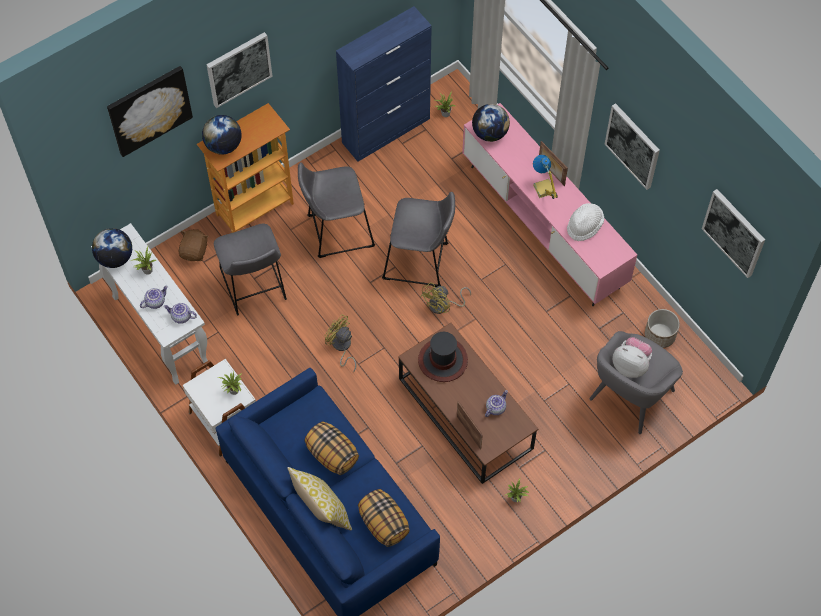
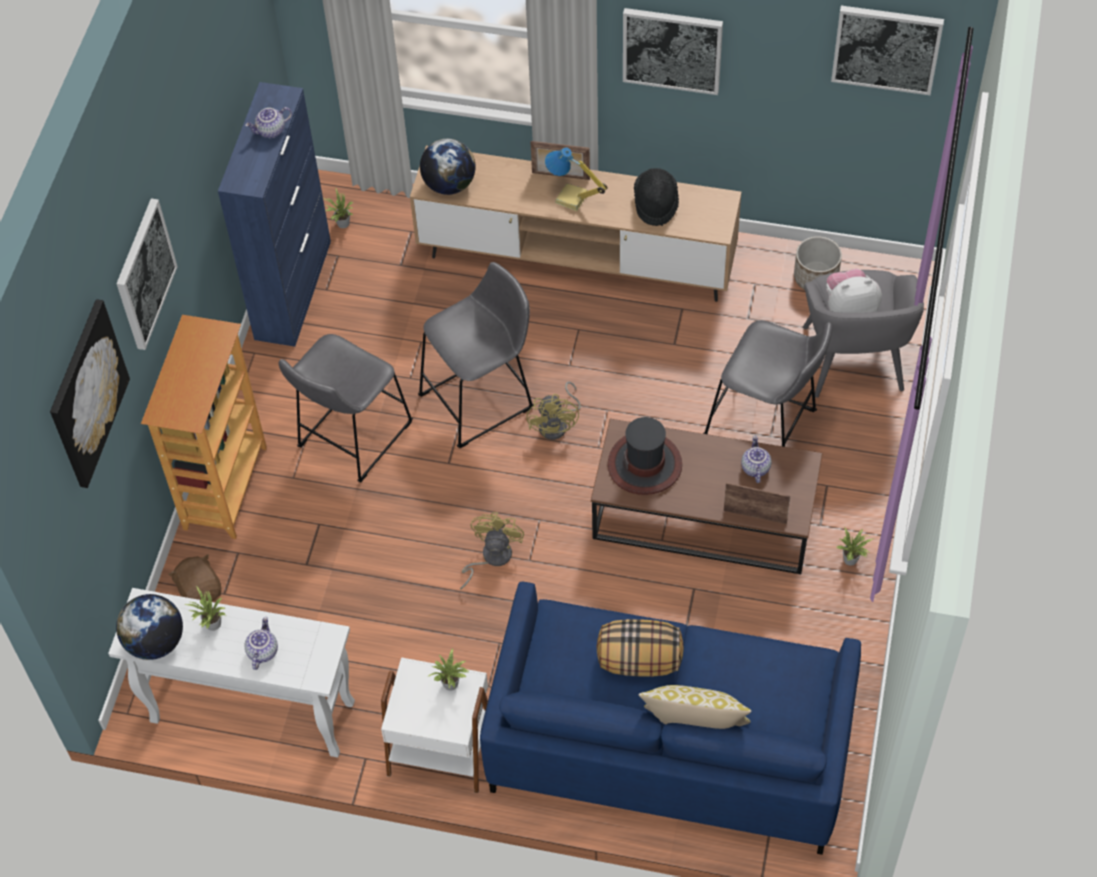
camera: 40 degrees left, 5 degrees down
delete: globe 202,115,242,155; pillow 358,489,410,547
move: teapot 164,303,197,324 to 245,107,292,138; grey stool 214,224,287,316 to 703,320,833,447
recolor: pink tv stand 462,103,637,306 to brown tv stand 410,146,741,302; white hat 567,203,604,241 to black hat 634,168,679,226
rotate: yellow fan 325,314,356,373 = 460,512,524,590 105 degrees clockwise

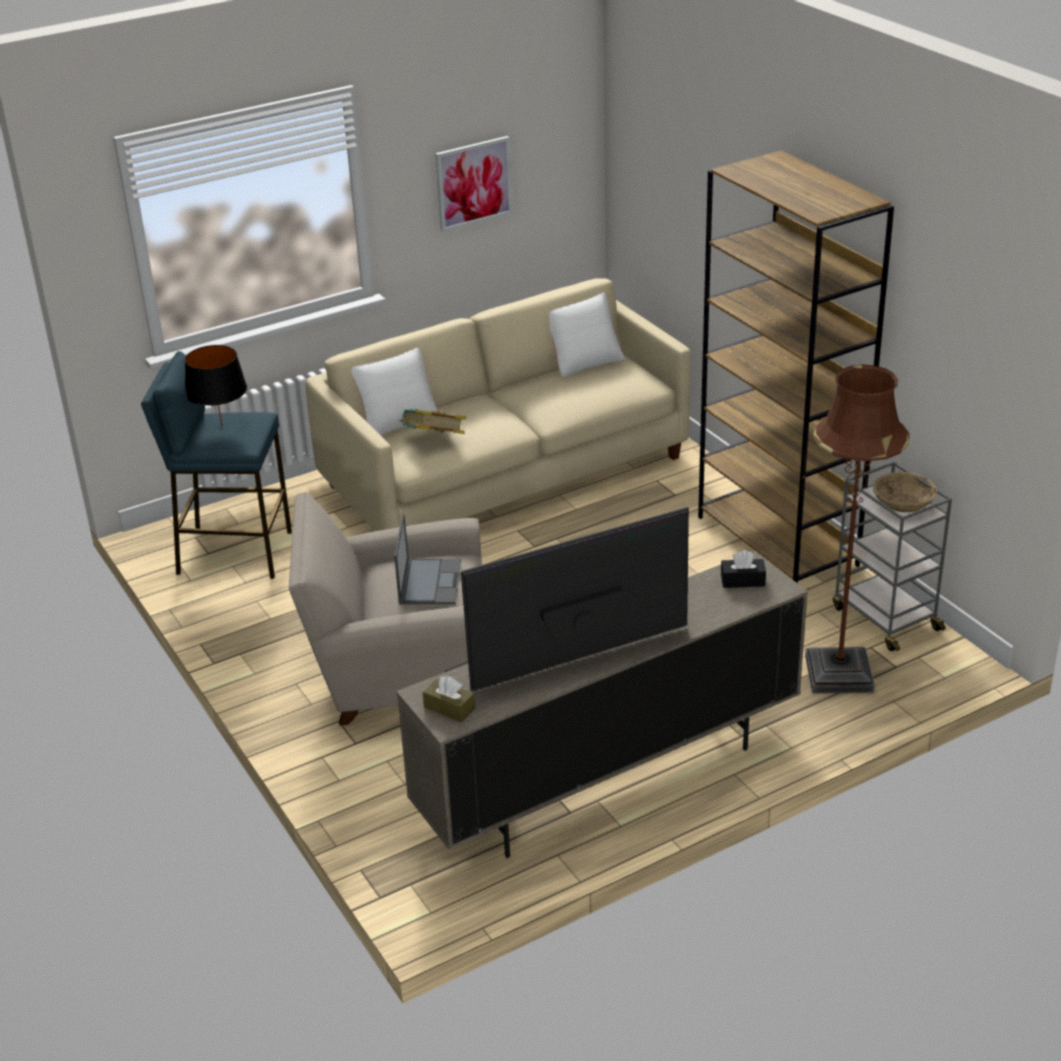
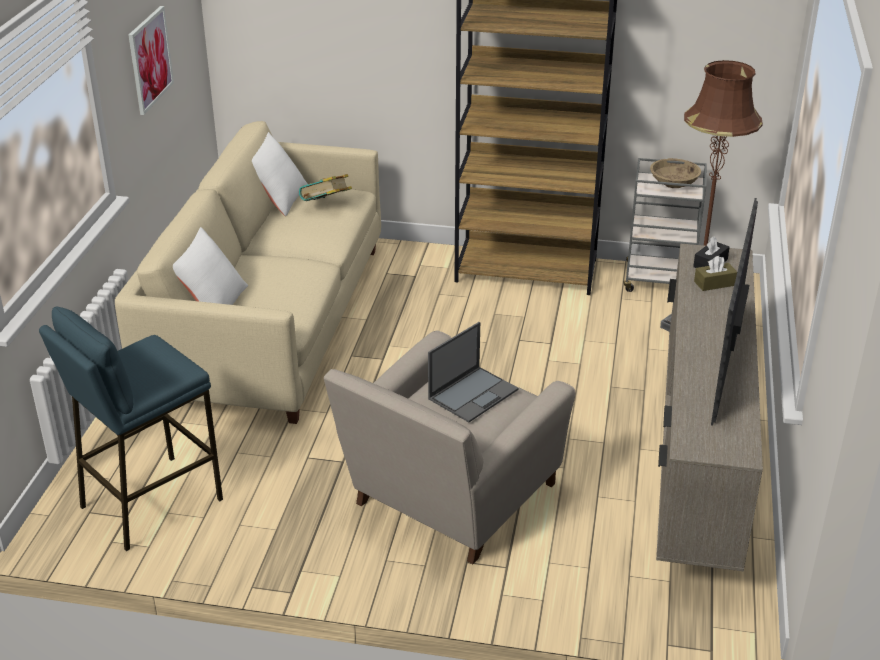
camera: 50 degrees left, 0 degrees up
delete: black table lamp 185,345,247,426
move: book 400,409,466,434 to 299,174,352,201; brown tissue box 423,676,475,722 to 694,256,737,291
rotate: laptop 394,513,461,604 = 428,322,519,422 90 degrees clockwise

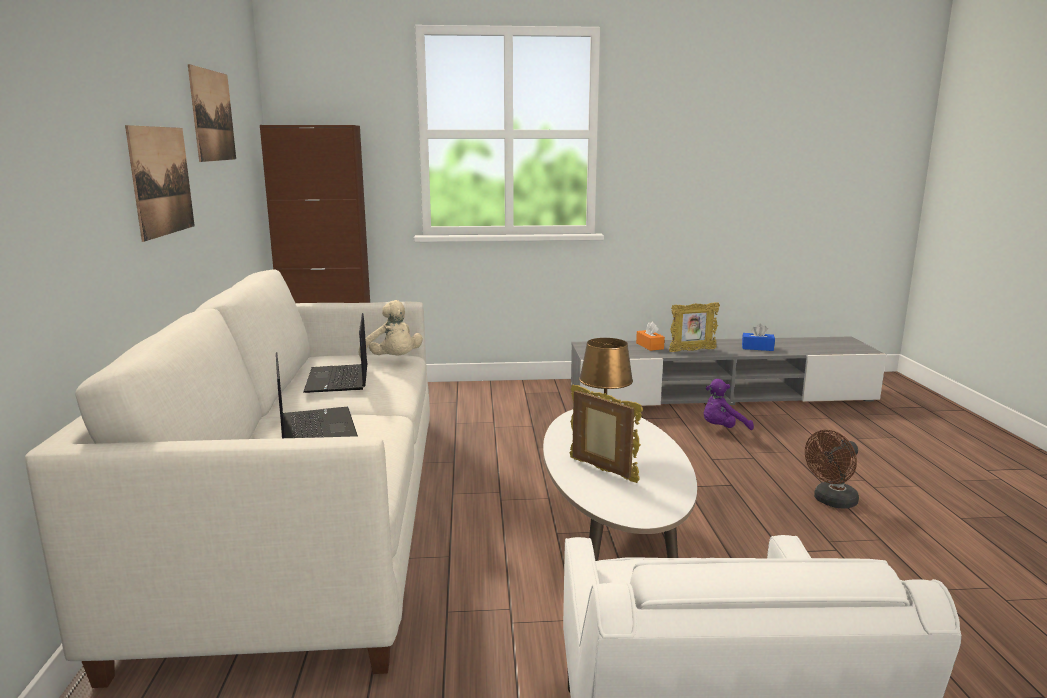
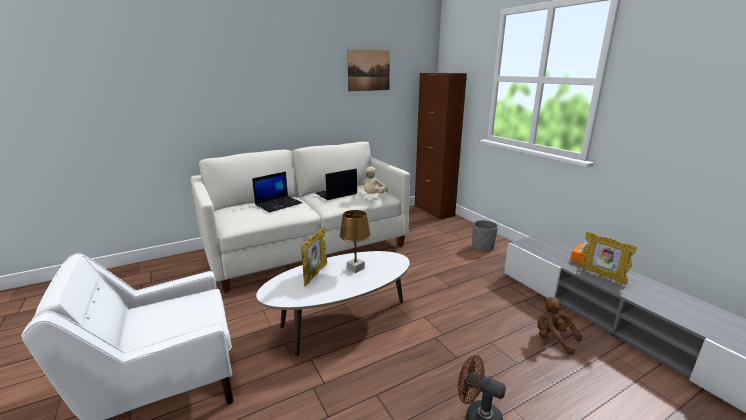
camera: 65 degrees right, 5 degrees up
delete: picture 125,125,195,242; blue tissue box 742,324,775,351
insert: grey planter 472,220,498,252
recolor: purple plush toy 704,379,754,430 to brown plush toy 537,297,582,355

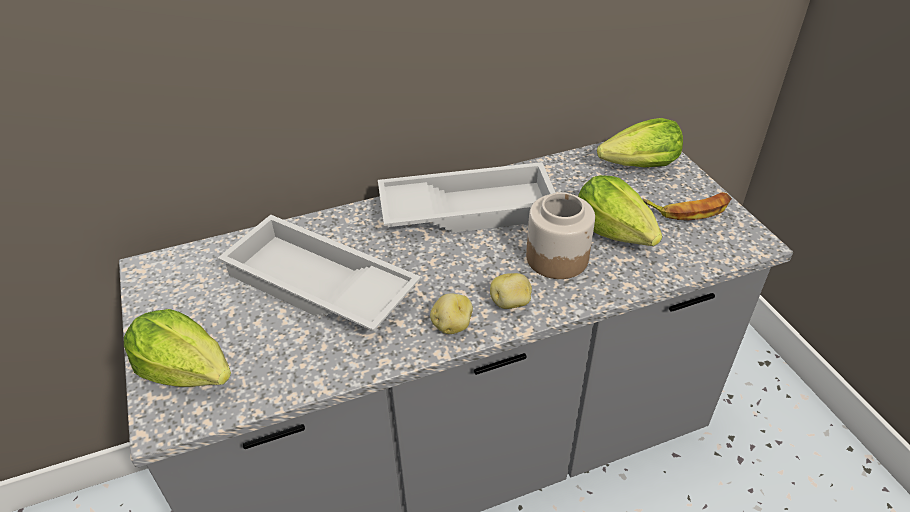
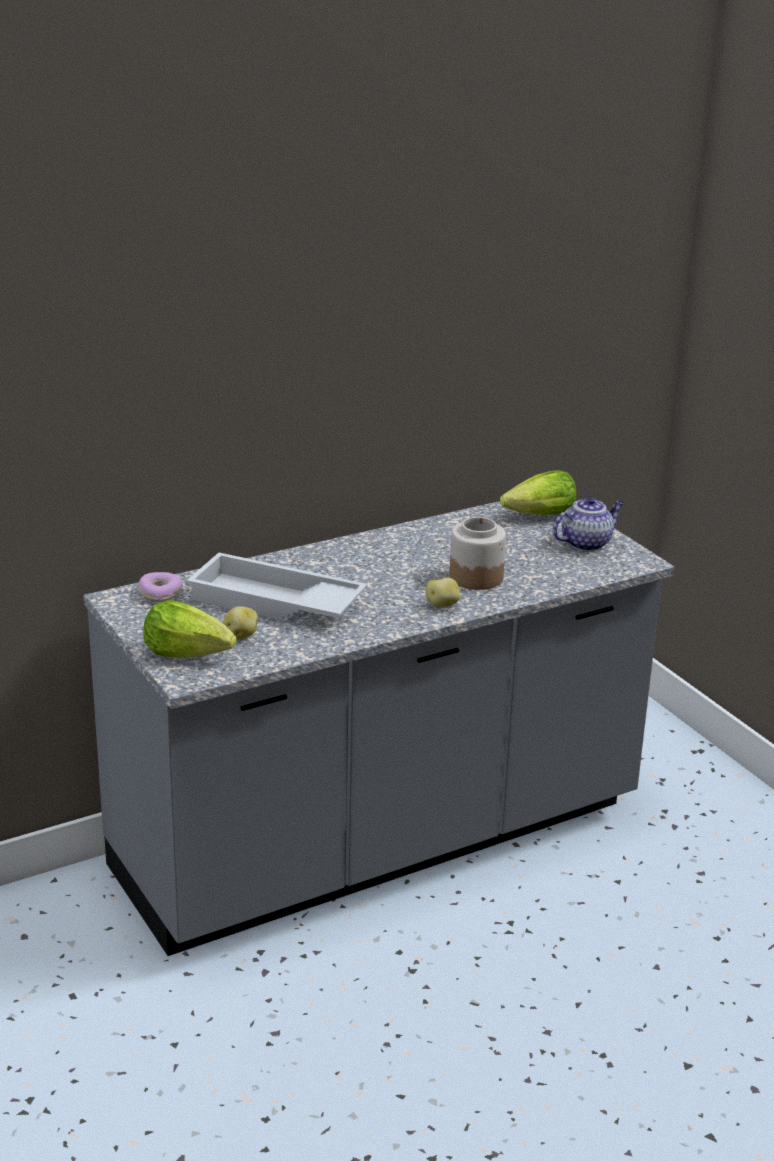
camera: 10 degrees left, 15 degrees down
delete: white tray 378,162,556,233; lettuce 578,175,662,246
insert: donut 138,572,183,602
move: potato 430,294,473,334 to 222,606,258,640
replace: banana 643,192,732,221 to teapot 552,497,624,551

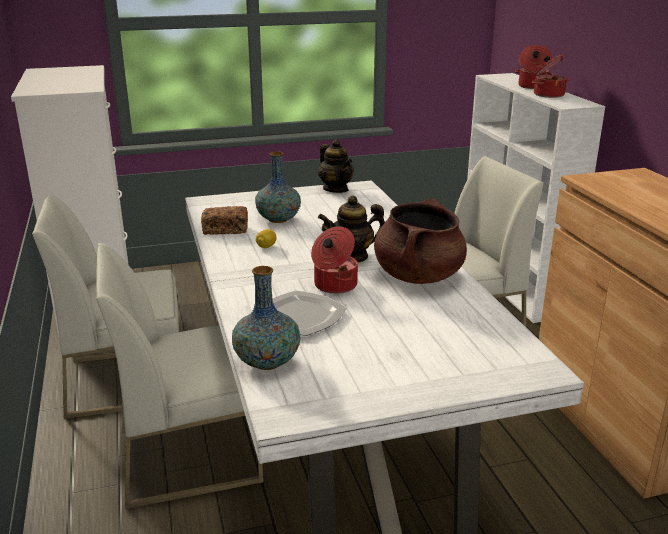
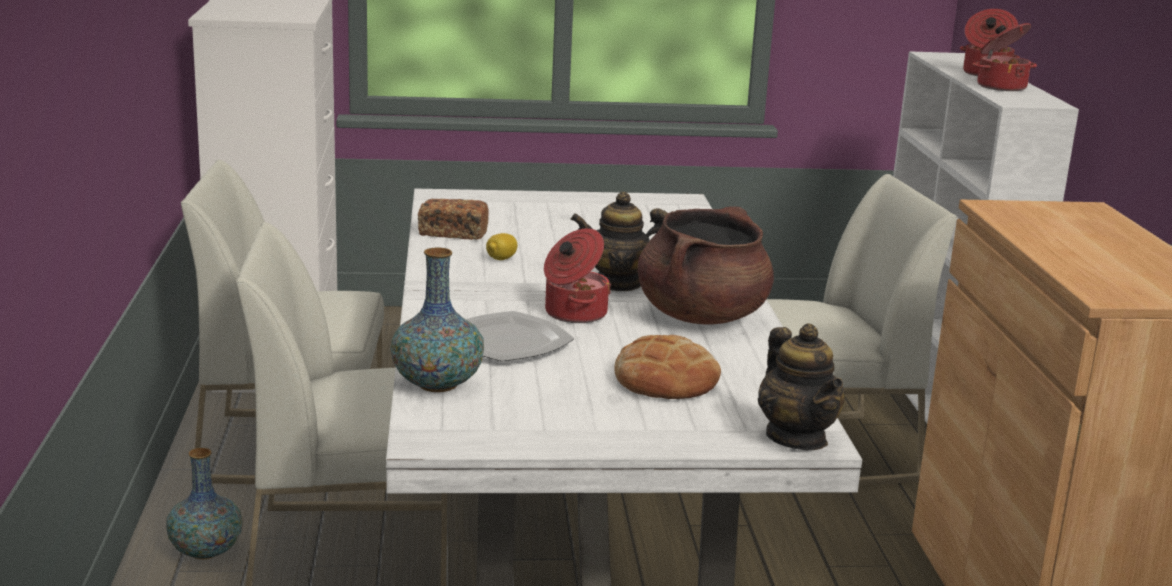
camera: 10 degrees right, 5 degrees down
insert: bread 614,335,721,399
move: vase 255,152,301,223 to 166,448,243,559; teapot 318,139,354,193 to 758,323,845,450

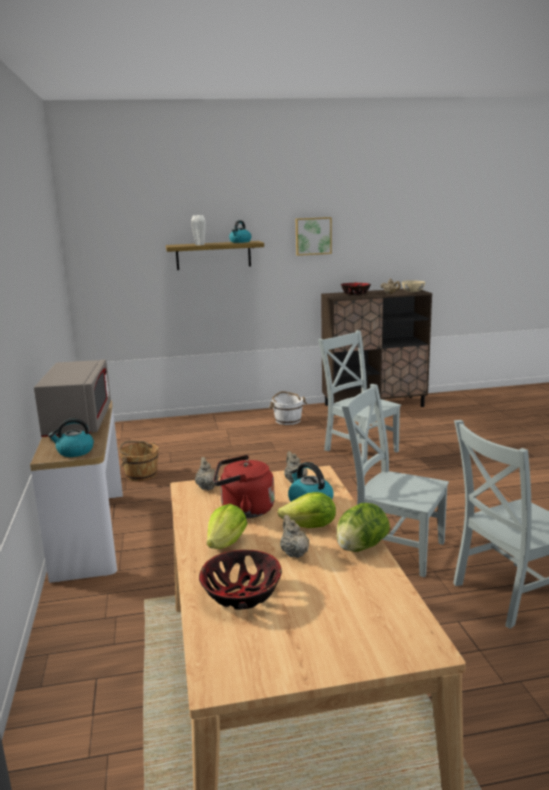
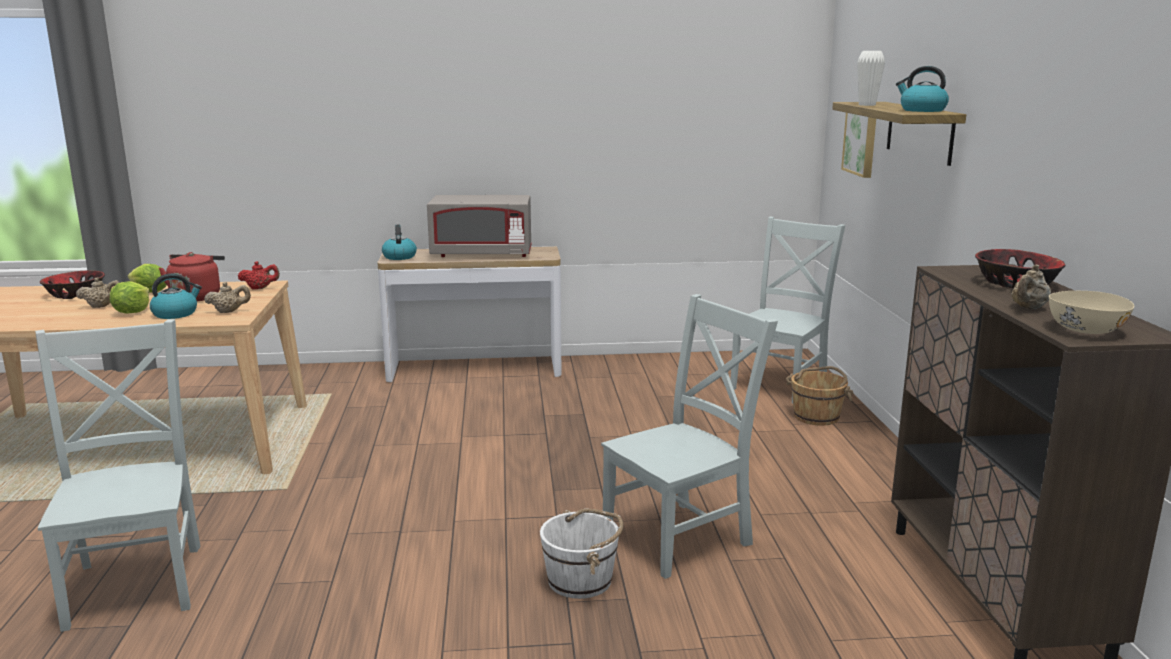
camera: 95 degrees right, 0 degrees up
delete: lettuce 336,503,390,552
move: white bucket 269,391,307,425 to 540,508,623,599; grey chair 341,384,449,577 to 730,217,845,403; brown bucket 119,441,158,481 to 786,366,853,426; picture 296,217,332,256 to 841,113,876,178
recolor: beige teapot 195,457,219,490 to red teapot 238,261,280,290

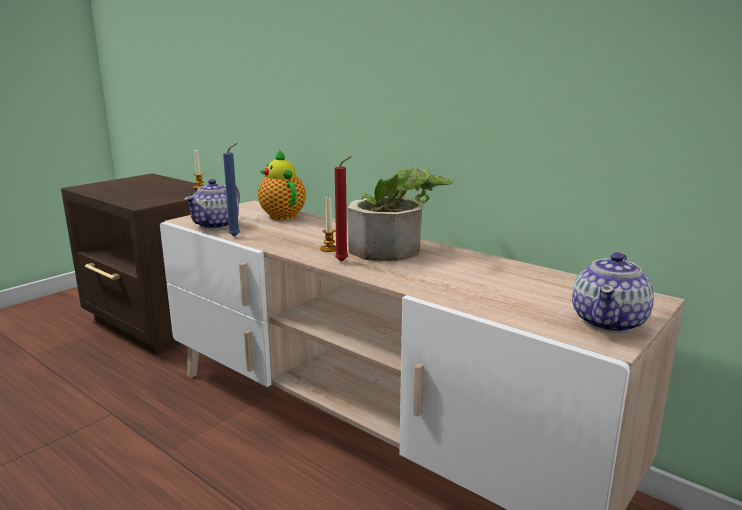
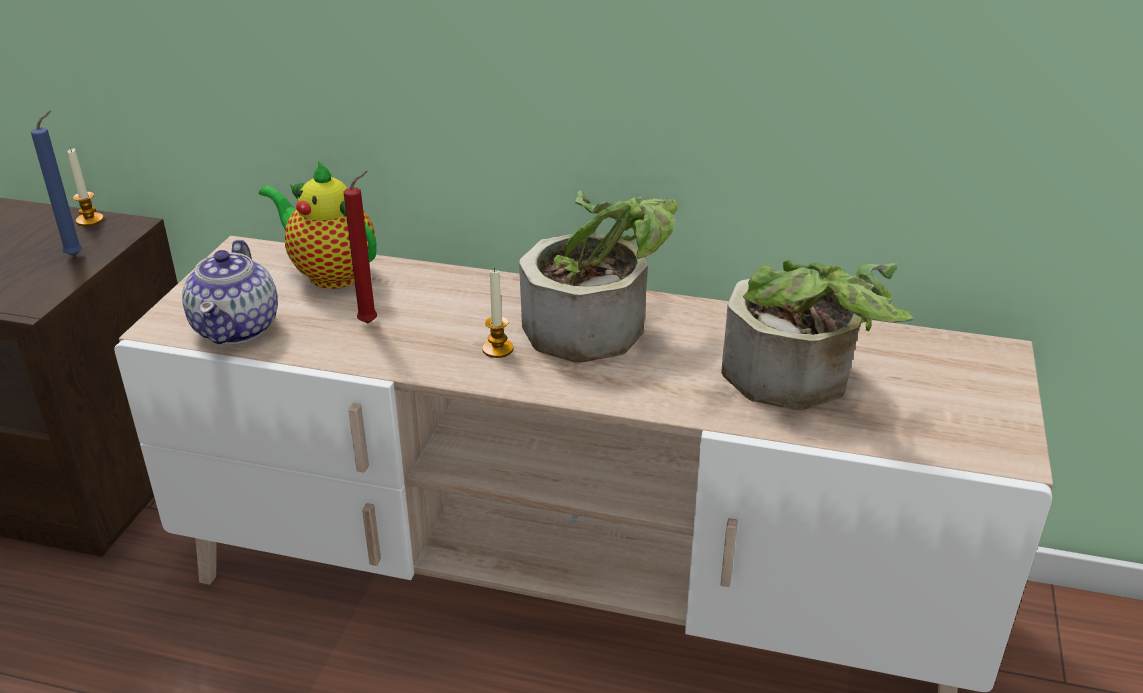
camera: 25 degrees left, 15 degrees up
delete: teapot 572,253,654,333
insert: potted plant 721,260,913,410
move: blue candle 223,143,240,237 to 31,110,82,256; red candle 335,156,352,262 to 343,171,377,323

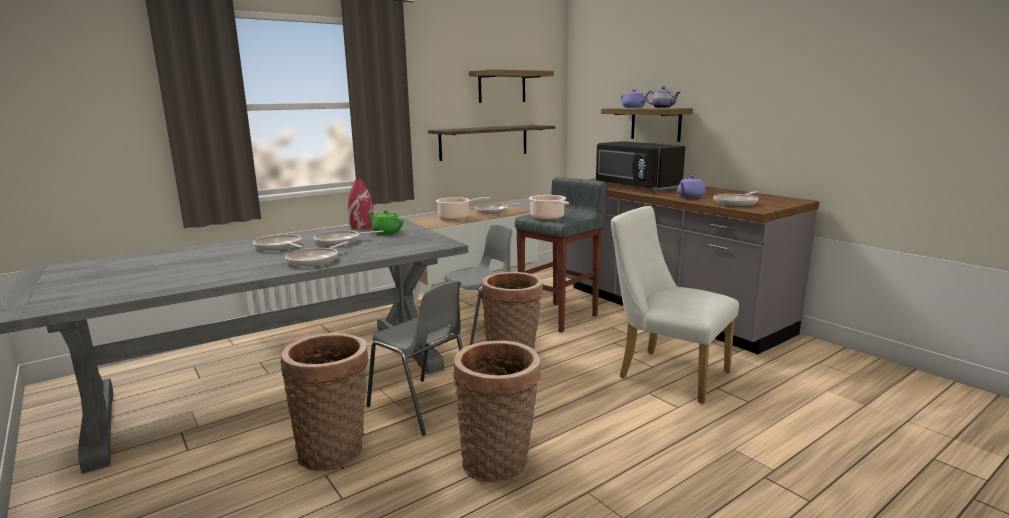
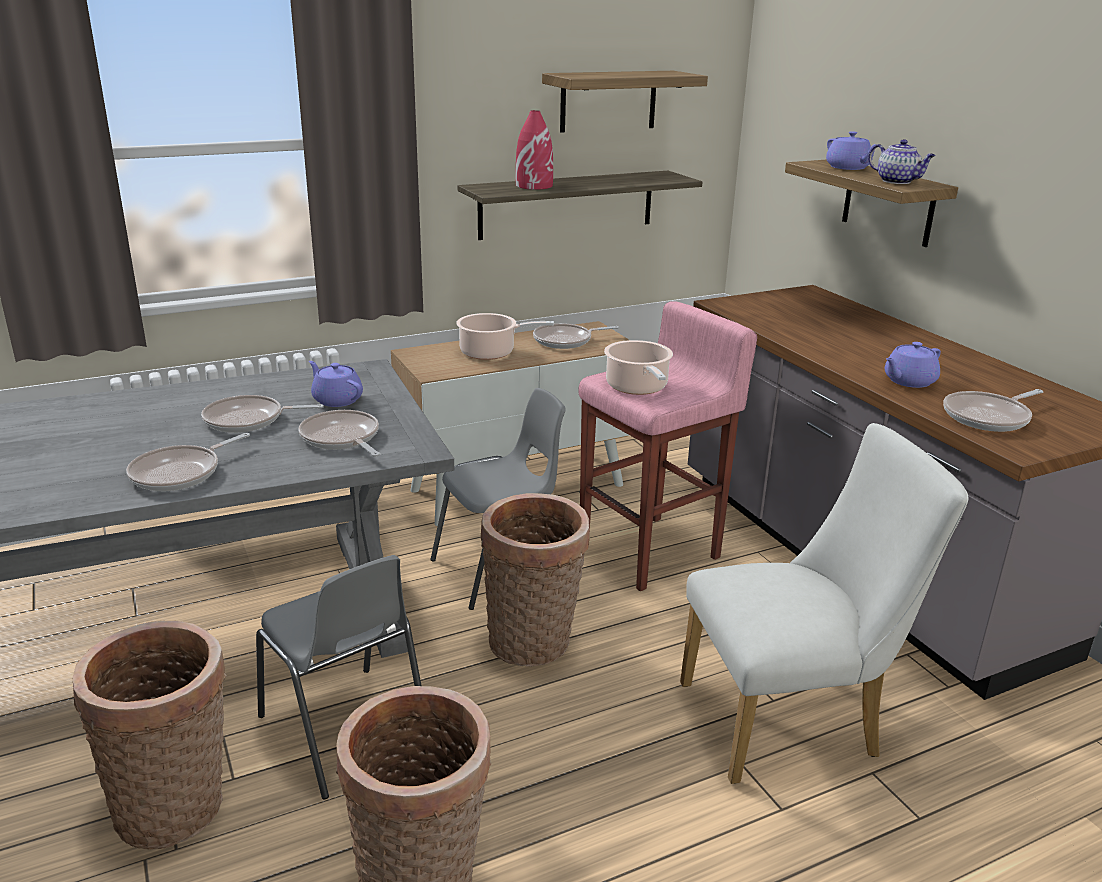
camera: 10 degrees right, 10 degrees up
delete: black microwave 596,141,685,192
move: frying pan 253,235,303,251 to 298,410,380,457; red vase 348,179,374,229 to 516,110,553,190
recolor: green teapot 367,210,404,234 to purple teapot 309,361,363,407; grey stool 515,177,607,333 to pink stool 578,301,757,591
rotate: white chair 611,206,739,404 = 680,423,969,784 120 degrees clockwise

